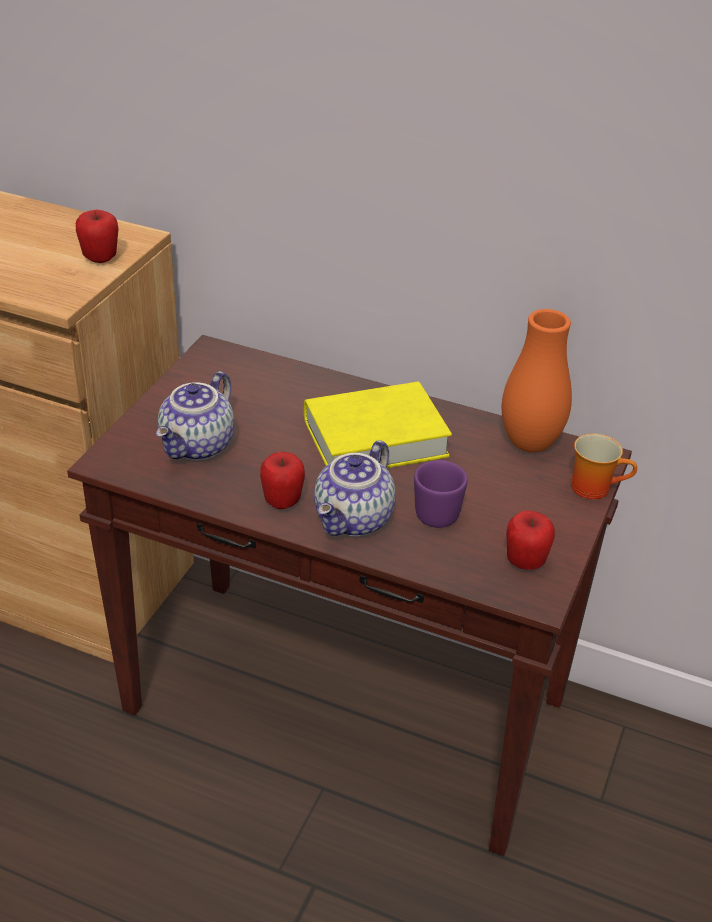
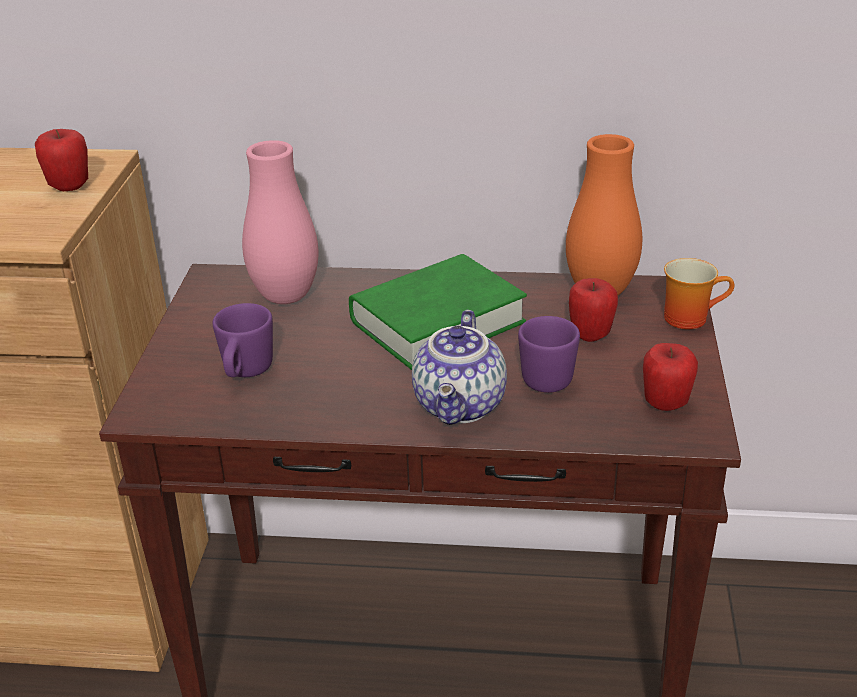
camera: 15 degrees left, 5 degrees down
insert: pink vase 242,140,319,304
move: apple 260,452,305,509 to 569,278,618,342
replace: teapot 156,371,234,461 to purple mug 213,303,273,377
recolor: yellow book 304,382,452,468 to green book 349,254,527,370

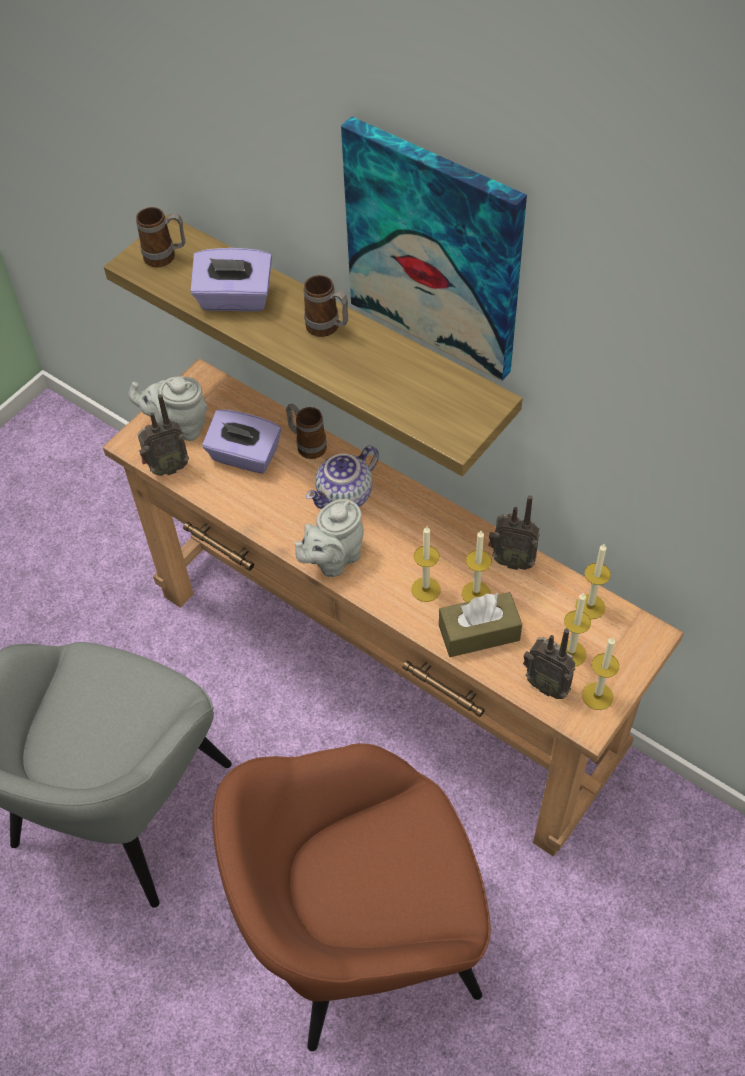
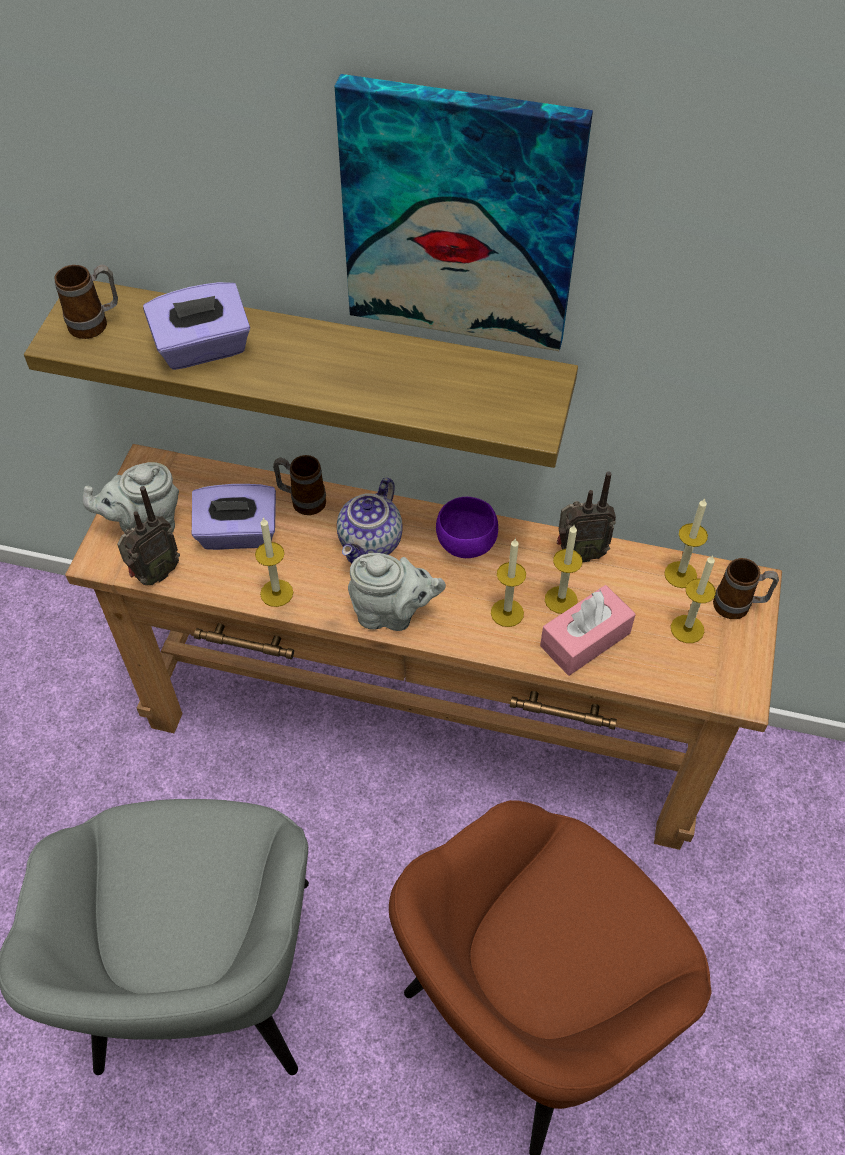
camera: 25 degrees left, 0 degrees up
delete: radio 523,629,576,699
insert: purple bowl 436,497,498,558
move: candle 582,637,619,710 to 255,517,293,607; mug 303,275,348,337 to 713,558,779,619
recolor: brown tissue box 439,592,522,657 to pink tissue box 540,585,635,676
rotate: grey teapot 295,499,364,577 = 348,553,446,631 105 degrees counterclockwise

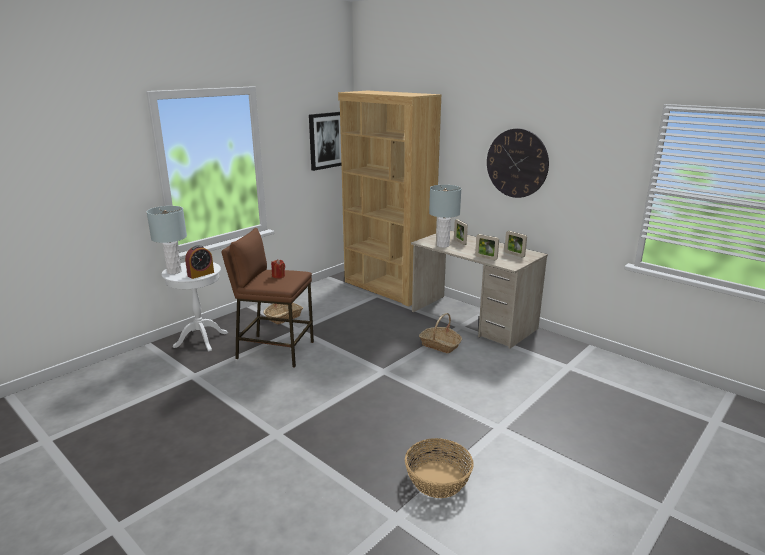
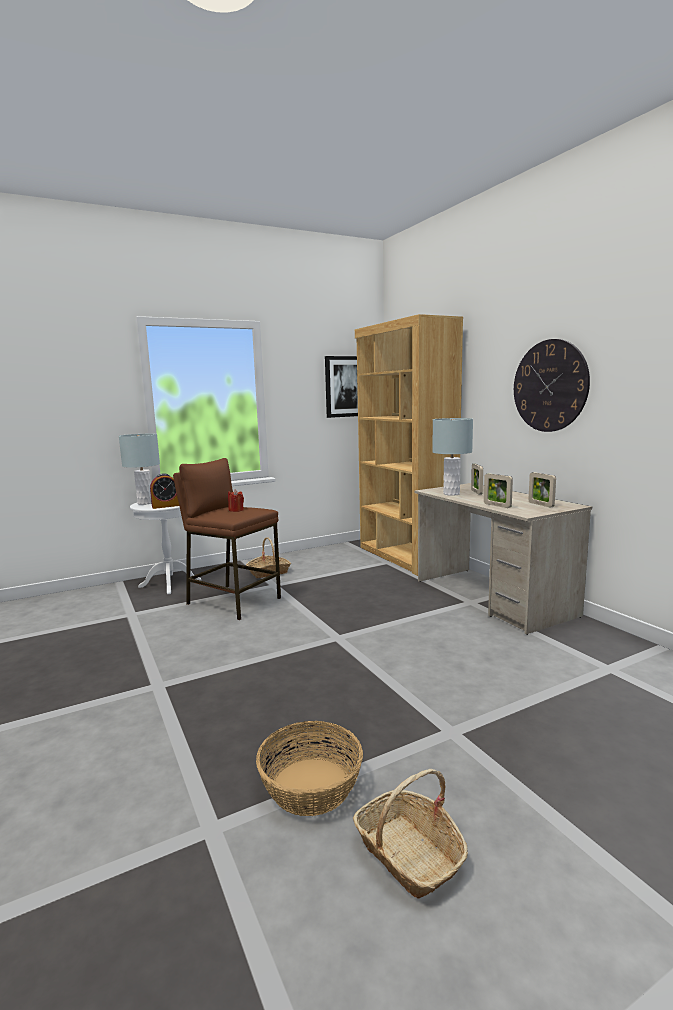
camera: 20 degrees right, 10 degrees down
move: basket 419,313,462,353 to 353,769,468,899

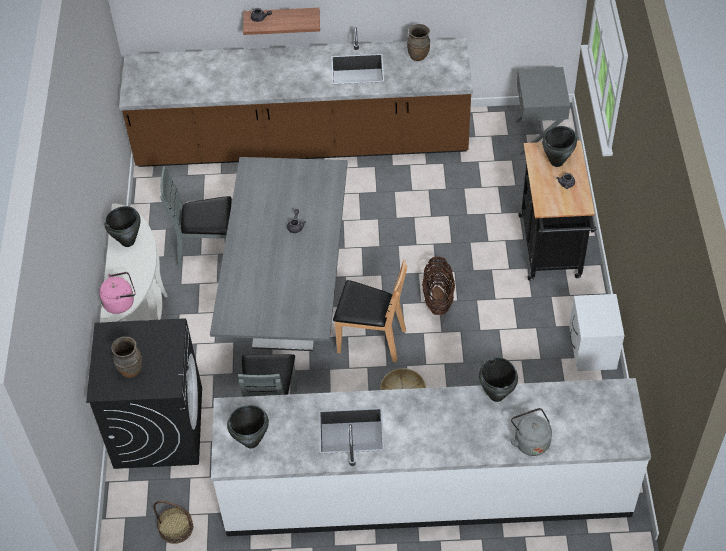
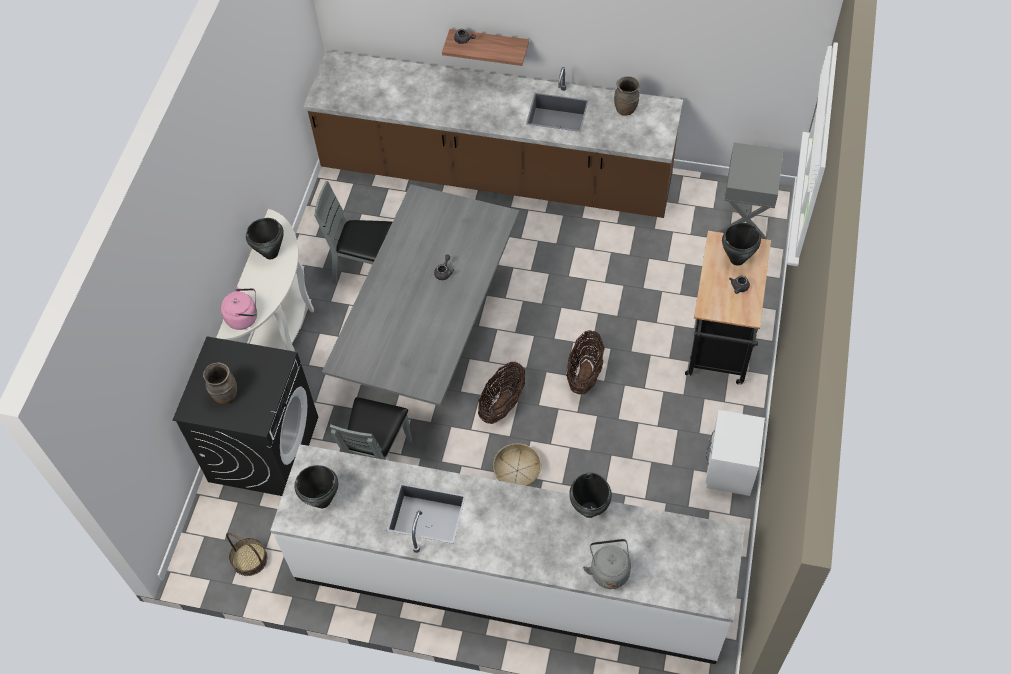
camera: 15 degrees right, 5 degrees up
replace: brown chair 333,260,407,362 to basket 478,362,525,424

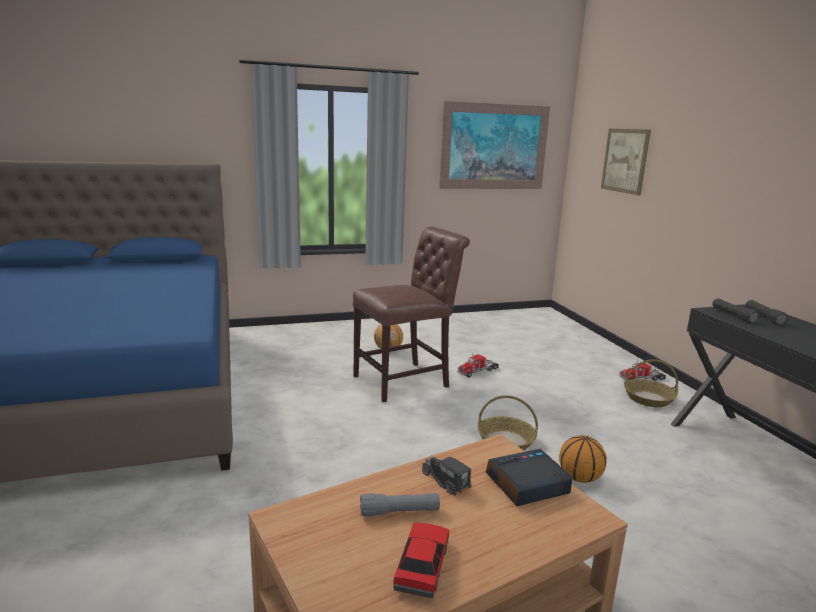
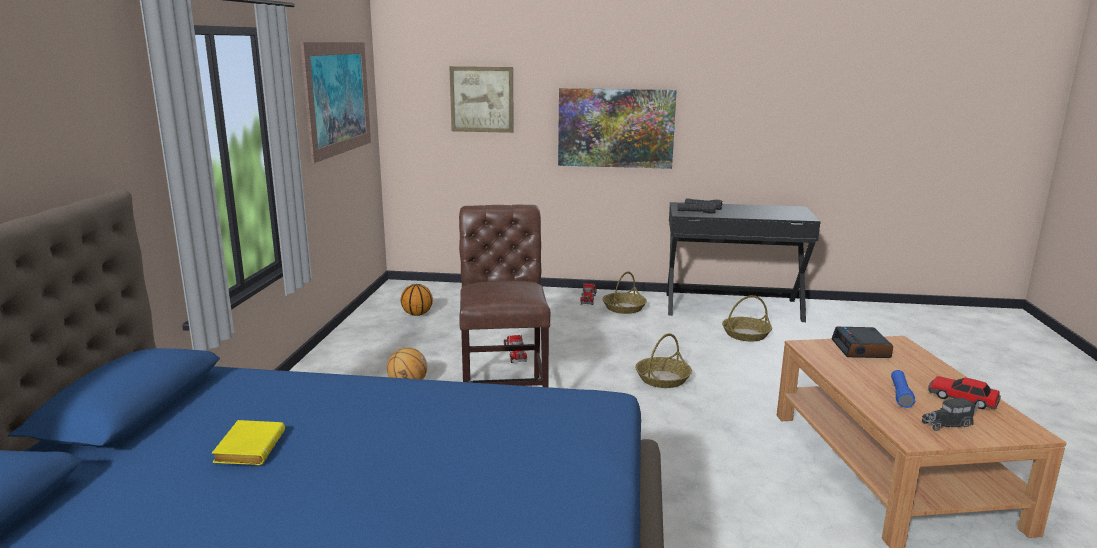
camera: 65 degrees left, 0 degrees up
insert: yellow book 212,420,285,465; picture 558,88,677,169; basket 722,295,772,342
move: basketball 559,435,607,483 to 401,284,433,316; toy truck 422,456,471,496 to 922,398,979,431
recolor: grey flashlight 360,493,440,517 to blue flashlight 891,370,915,408

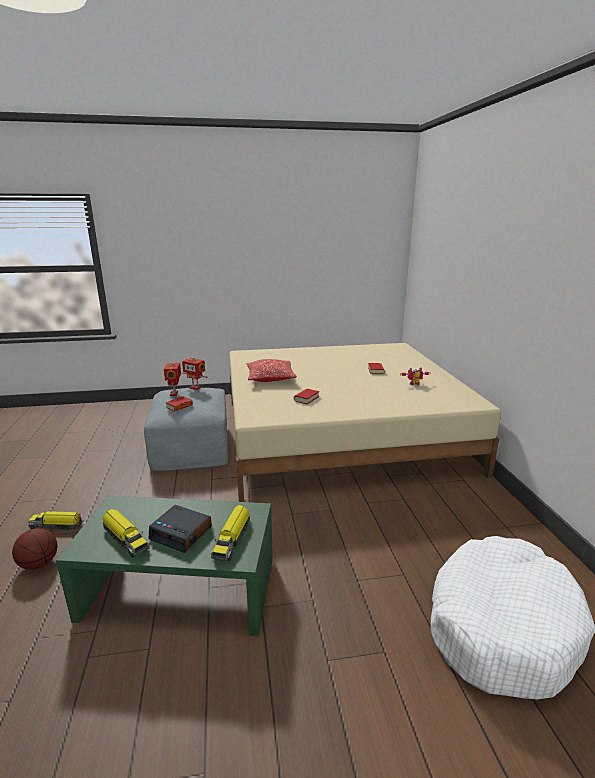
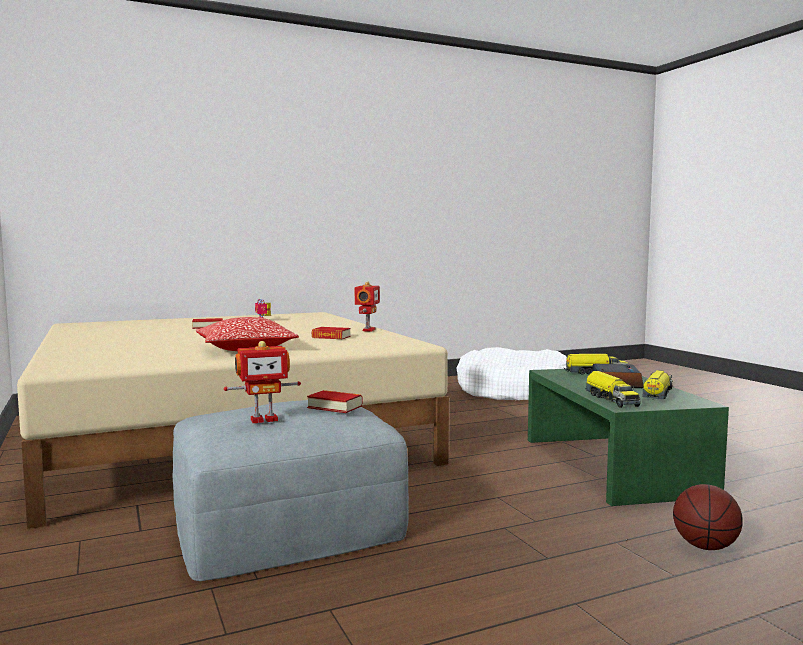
camera: 105 degrees left, 15 degrees down
move: toy robot 182,358,207,390 to 355,281,380,332; toy truck 28,511,84,530 to 585,371,641,408

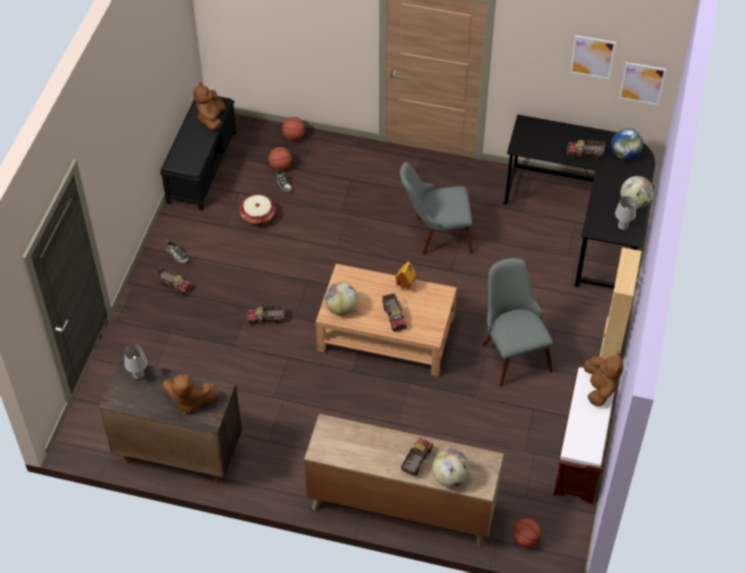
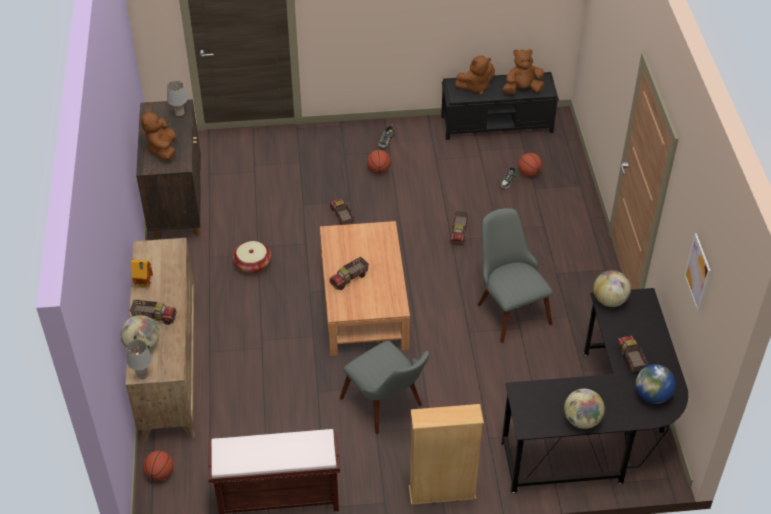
camera: 70 degrees right, 5 degrees down
delete: picture 619,62,667,106
move: grey table lamp 615,196,636,230 to 127,340,152,379; toy house 395,262,416,292 to 131,259,153,287; basket 240,195,276,226 to 233,241,271,274; basketball 282,117,305,140 to 367,150,391,174; toy truck 155,266,193,295 to 450,211,468,245; brown plush toy 584,352,623,407 to 455,56,495,94; globe 325,282,358,315 to 593,270,631,307
rotate: grey chair 482,258,553,387 = 340,341,430,434 90 degrees clockwise

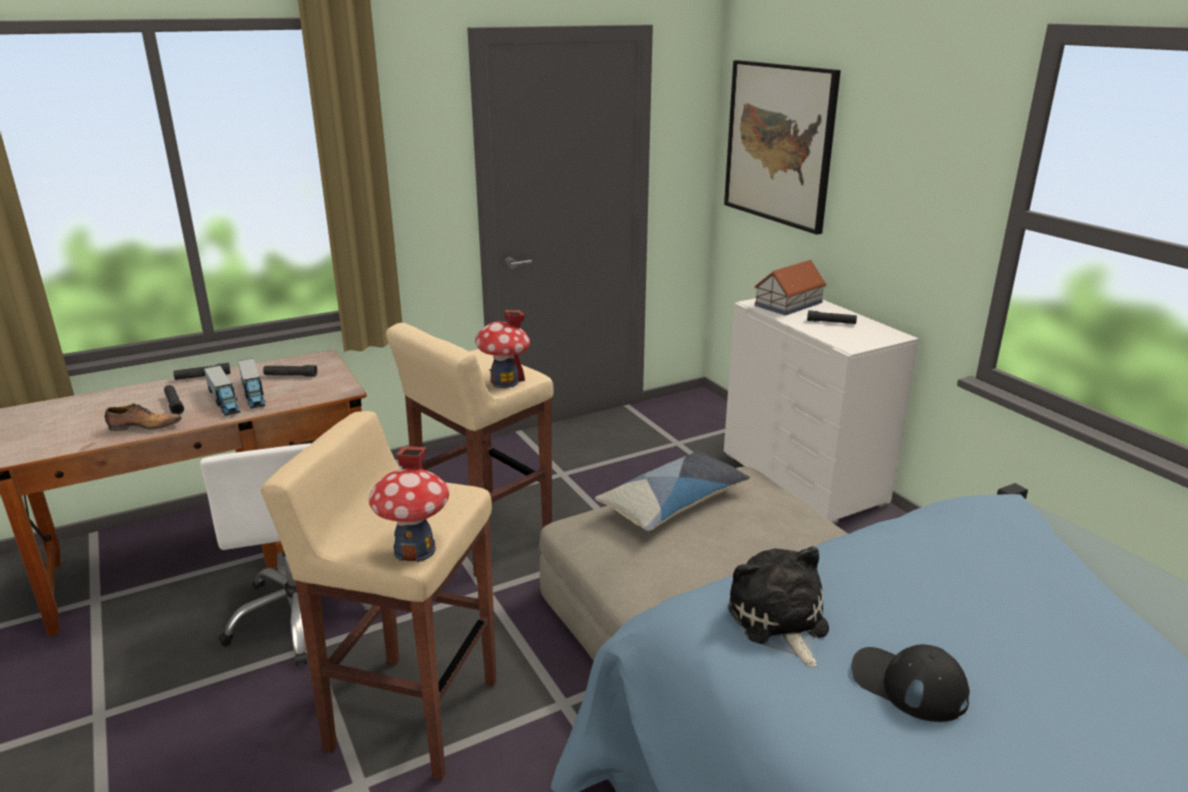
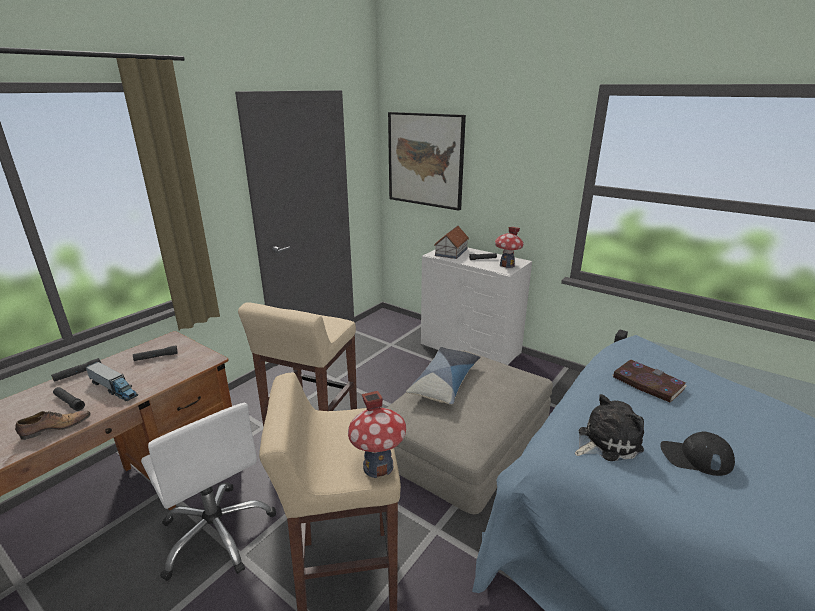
camera: 25 degrees left, 0 degrees up
delete: toy truck 238,358,266,409
insert: book 613,360,687,402
move: toy house 475,310,530,388 to 495,227,524,268
rotate: plush toy 728,546,829,667 = 575,394,644,461 105 degrees clockwise

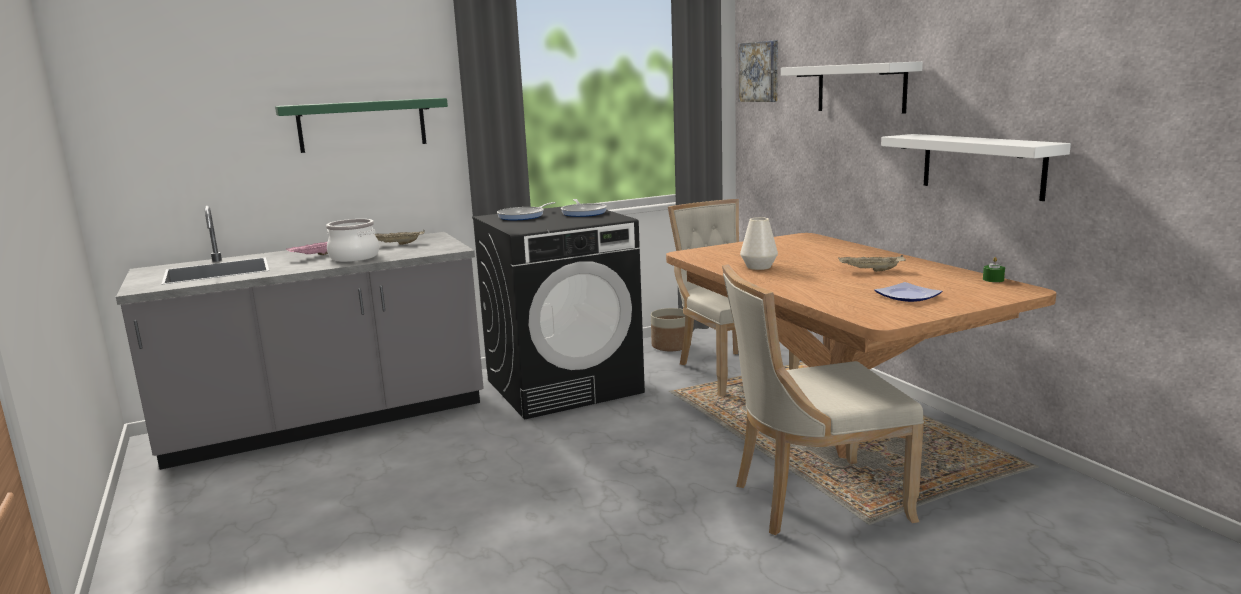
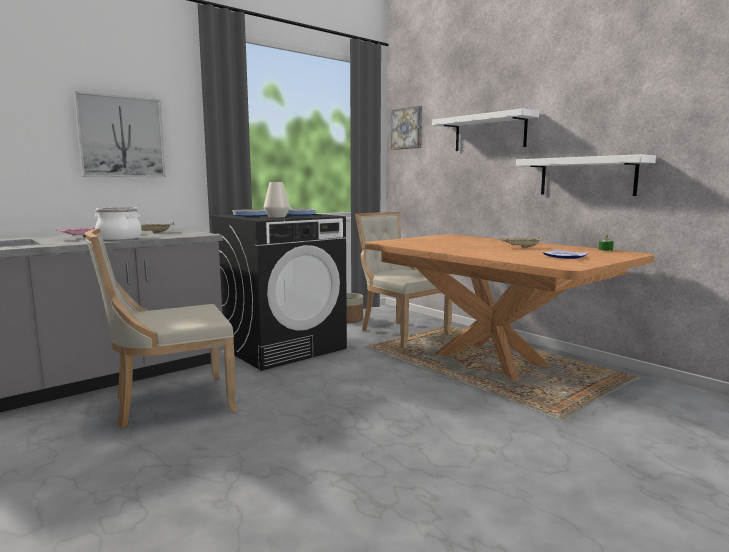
camera: 15 degrees left, 5 degrees down
move: beige chair 722,264,924,535 to 85,228,238,428; white vase 740,217,778,270 to 264,182,290,218
replace: green shelf 275,98,448,153 to picture 74,91,166,177

